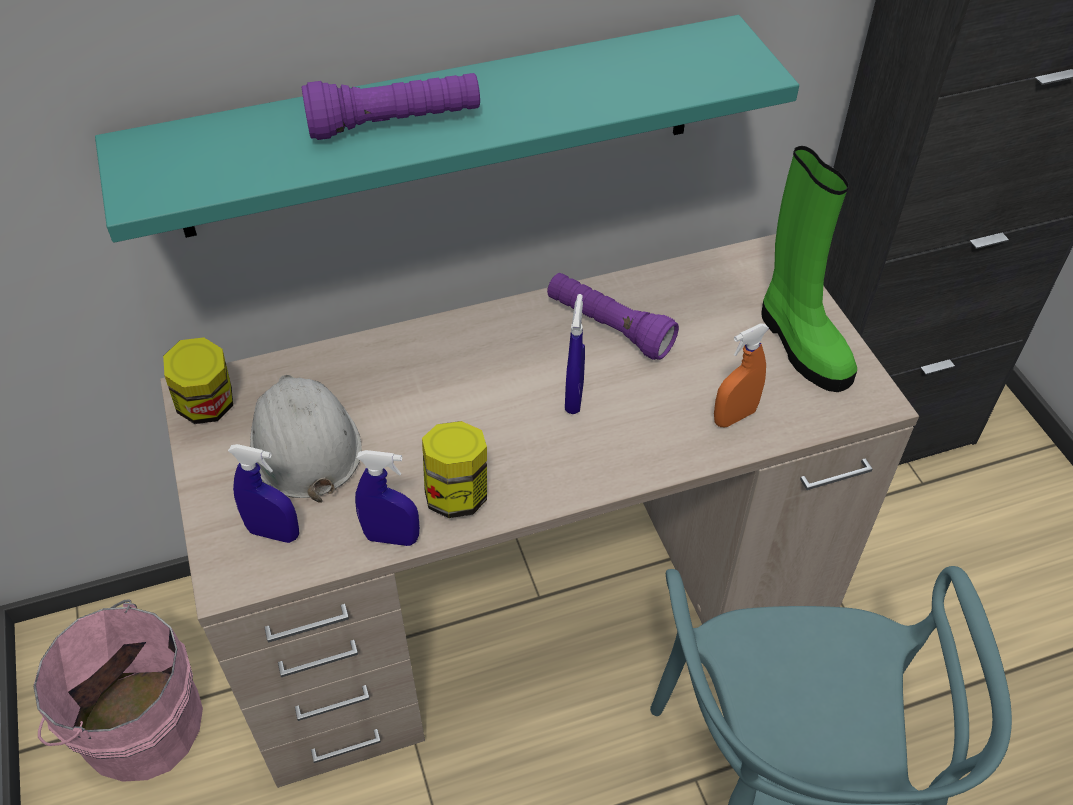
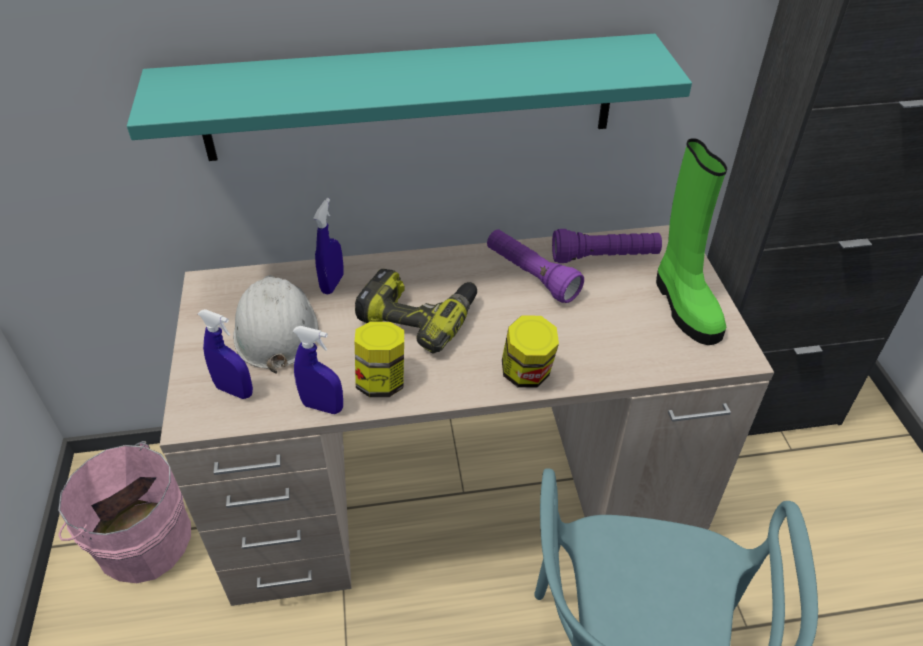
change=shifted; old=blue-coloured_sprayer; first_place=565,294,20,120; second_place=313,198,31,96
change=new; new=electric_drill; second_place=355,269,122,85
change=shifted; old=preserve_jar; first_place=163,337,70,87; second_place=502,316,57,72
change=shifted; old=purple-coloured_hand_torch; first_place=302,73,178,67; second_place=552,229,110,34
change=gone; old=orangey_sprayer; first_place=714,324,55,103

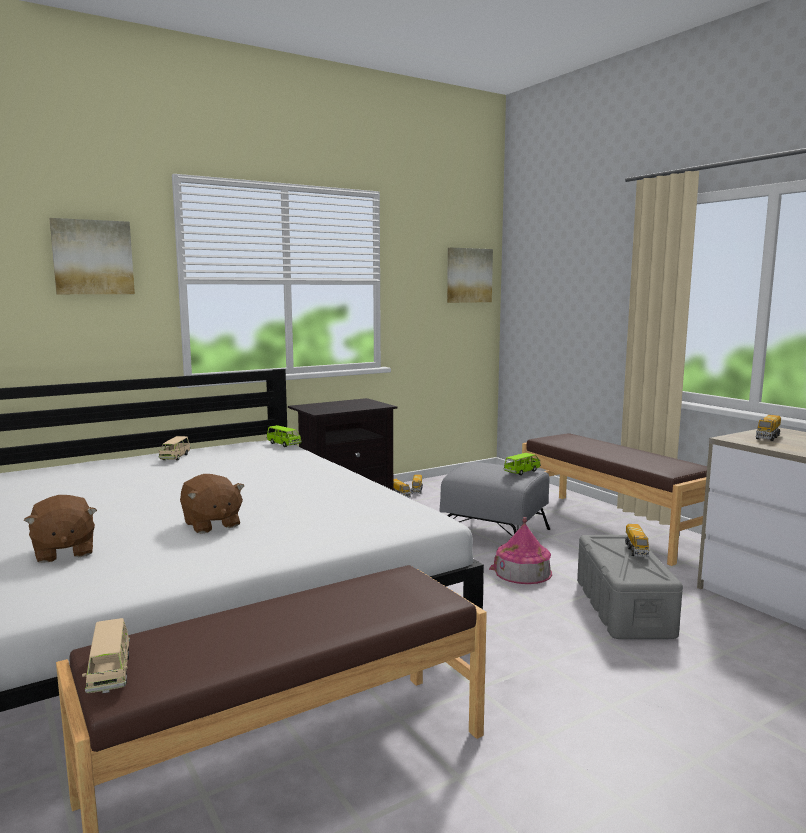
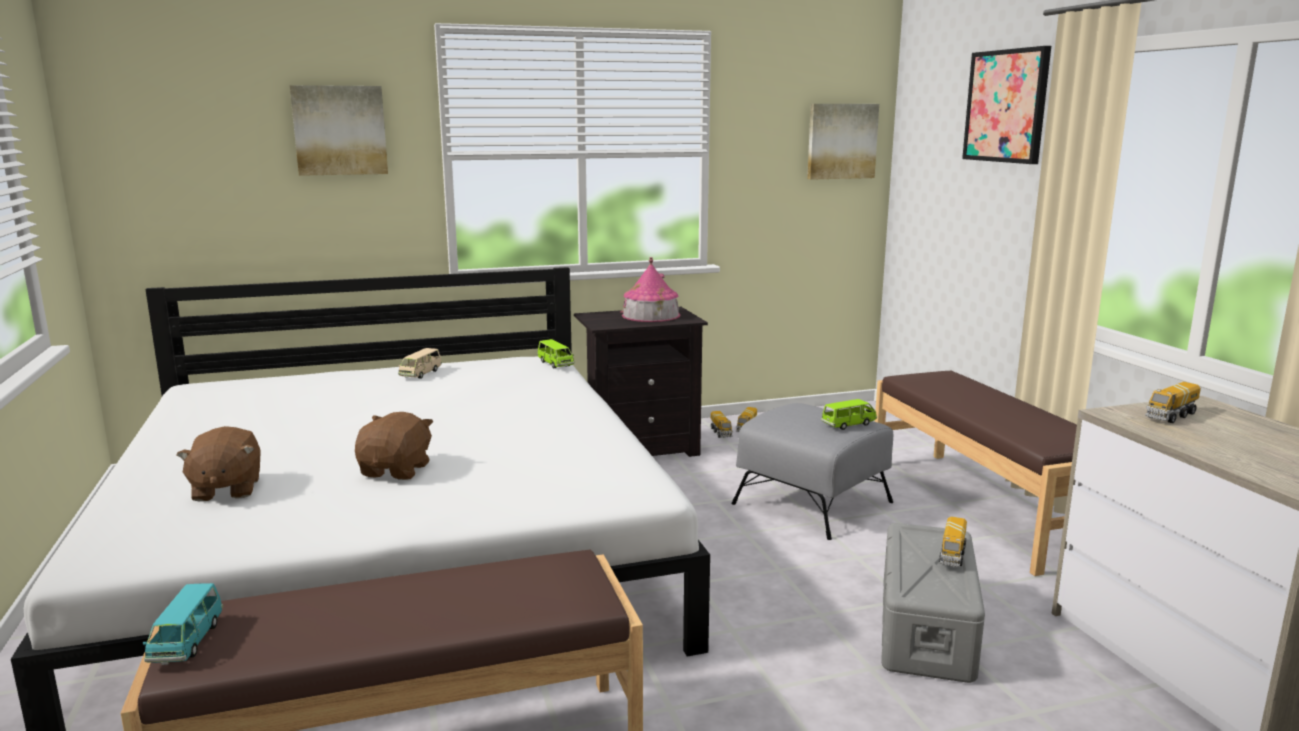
change=repainted; old=sand-coloured_model_car; new=blue-green_model_car; first_place=82,618,48,76; second_place=143,583,80,82
change=rotated; old=brown-coloured_soft_toy; first_place=180,474,64,60; second_place=355,412,78,68; degrees=-150
change=shifted; old=model_house; first_place=489,517,63,67; second_place=620,257,60,65
change=new; new=wall_picture; second_place=962,46,89,118

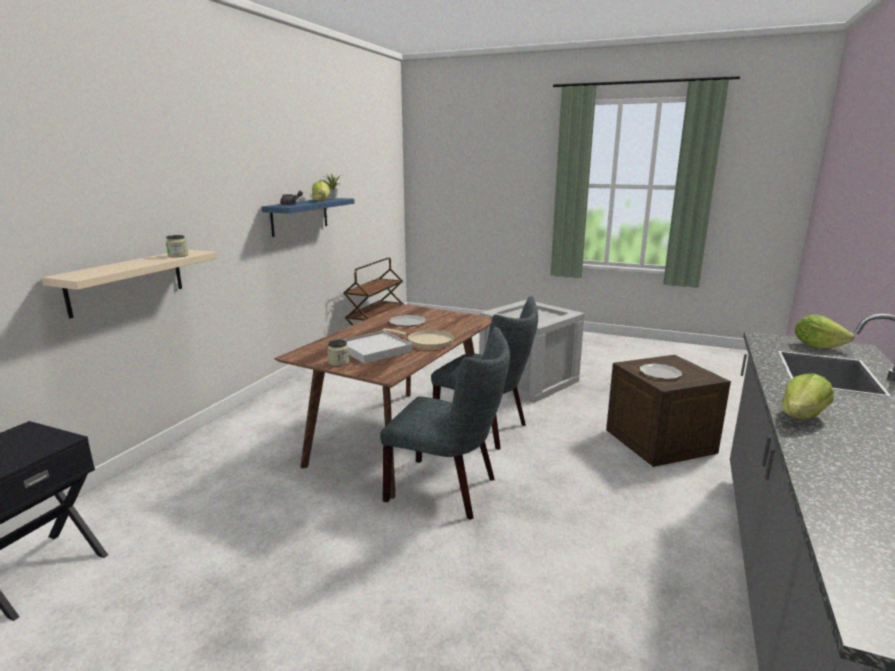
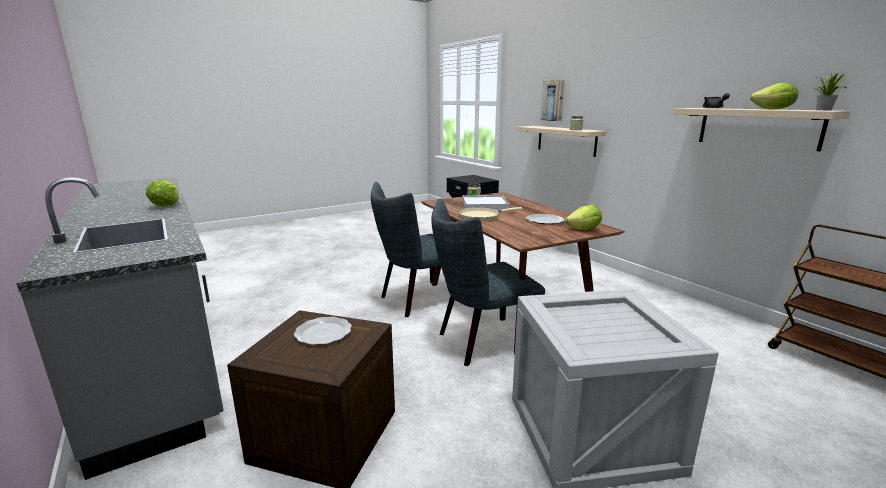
change=new; new=wall_picture; second_place=540,80,25,41
change=shifted; old=lettuce; first_place=795,315,60,34; second_place=565,205,37,25
change=repainted; old=blue-coloured_bracket_shelf; new=sand-coloured_bracket_shelf; first_place=262,198,92,39; second_place=673,108,177,43

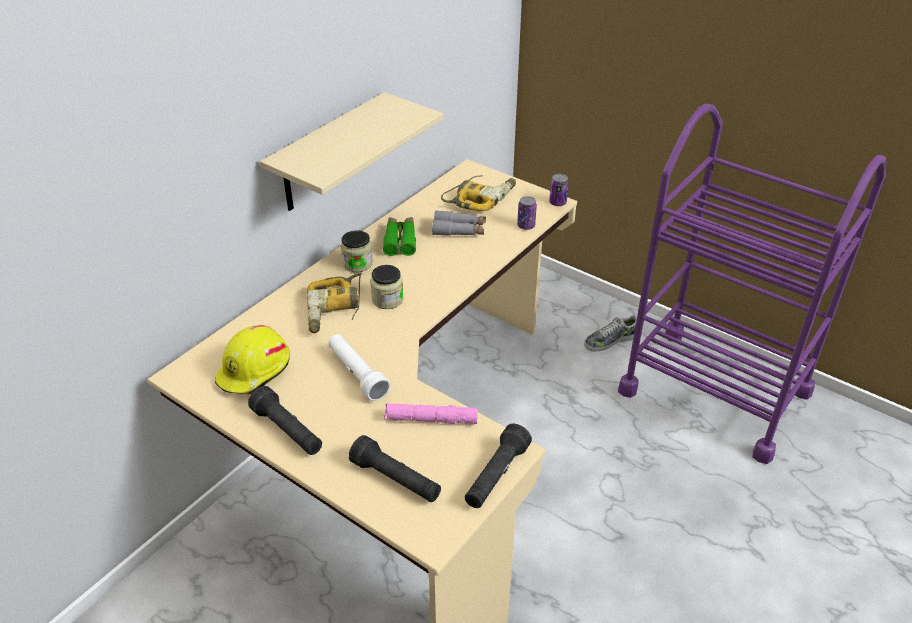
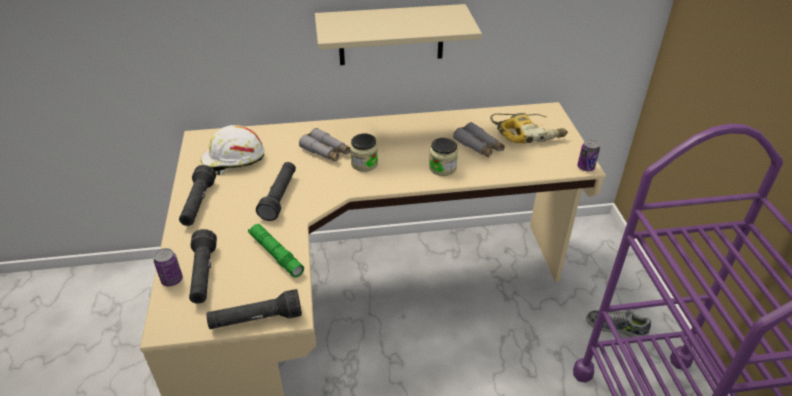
change=shifted; old=metal_can; first_place=517,196,20,34; second_place=154,248,29,38
change=repainted; old=yellowish_hard_hat; new=white-coloured_hard_hat; first_place=215,325,75,69; second_place=200,125,65,50
change=repainted; old=pinkish_hand_torch; new=green_hand_torch; first_place=384,403,94,21; second_place=248,224,56,54
change=repainted; old=white-coloured_hand_torch; new=black-coloured_hand_torch; first_place=328,334,63,67; second_place=256,162,40,59
change=swapped; old=electric_drill; new=greyish_pair_of_binoculars; first_place=307,273,55,60; second_place=299,128,52,34
change=shifted; old=preserve_jar; first_place=341,230,32,42; second_place=429,138,29,38
change=gone; old=green_pair_of_binoculars; first_place=383,217,33,39

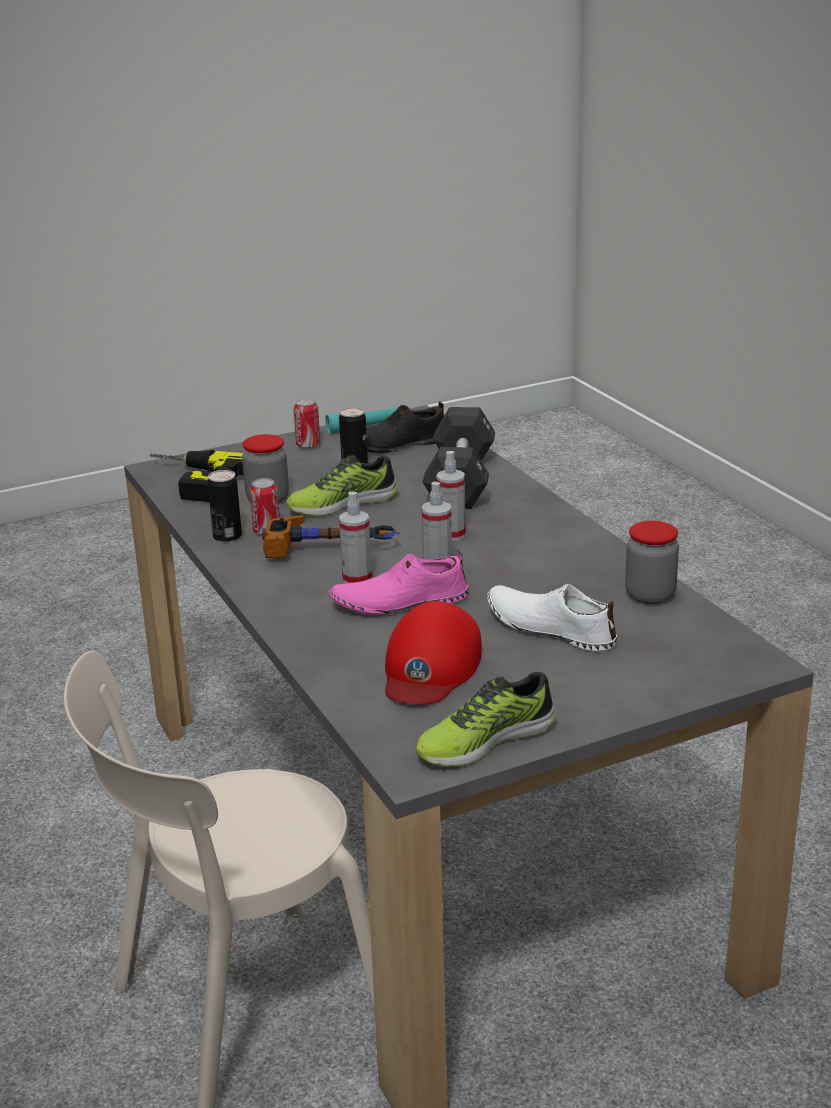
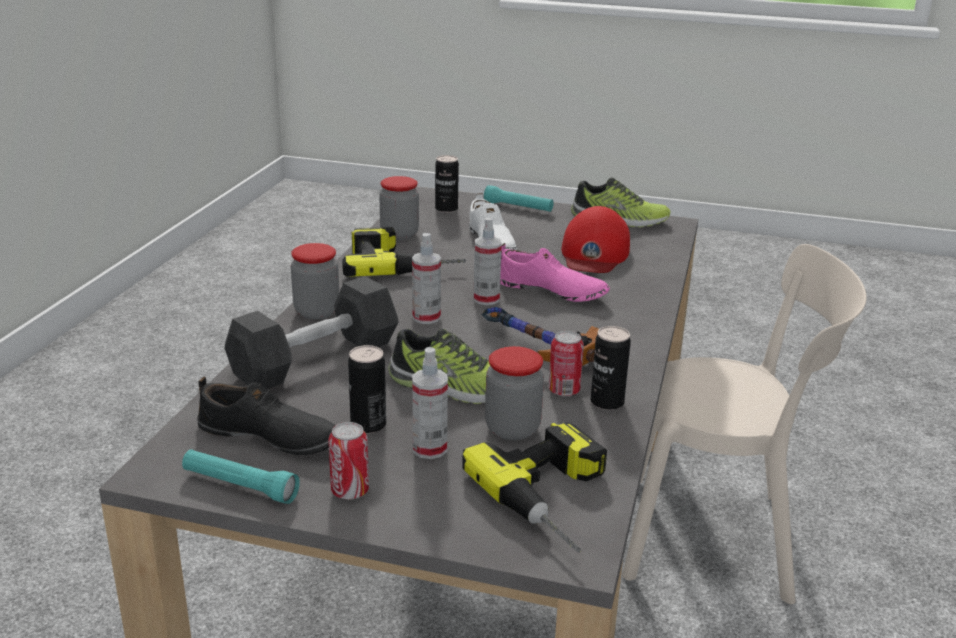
change=new; new=preserve_jar; second_place=291,243,48,76
change=new; new=electric_drill; second_place=342,227,124,50
change=shifted; old=sprayer; first_place=339,492,33,92; second_place=412,347,36,112
change=new; new=metal_can; second_place=435,155,24,58
change=new; new=blue-green_hand_torch; second_place=484,185,70,27
change=rotated; old=red_baseball_cap; first_place=385,601,97,104; second_place=561,206,69,67; degrees=135

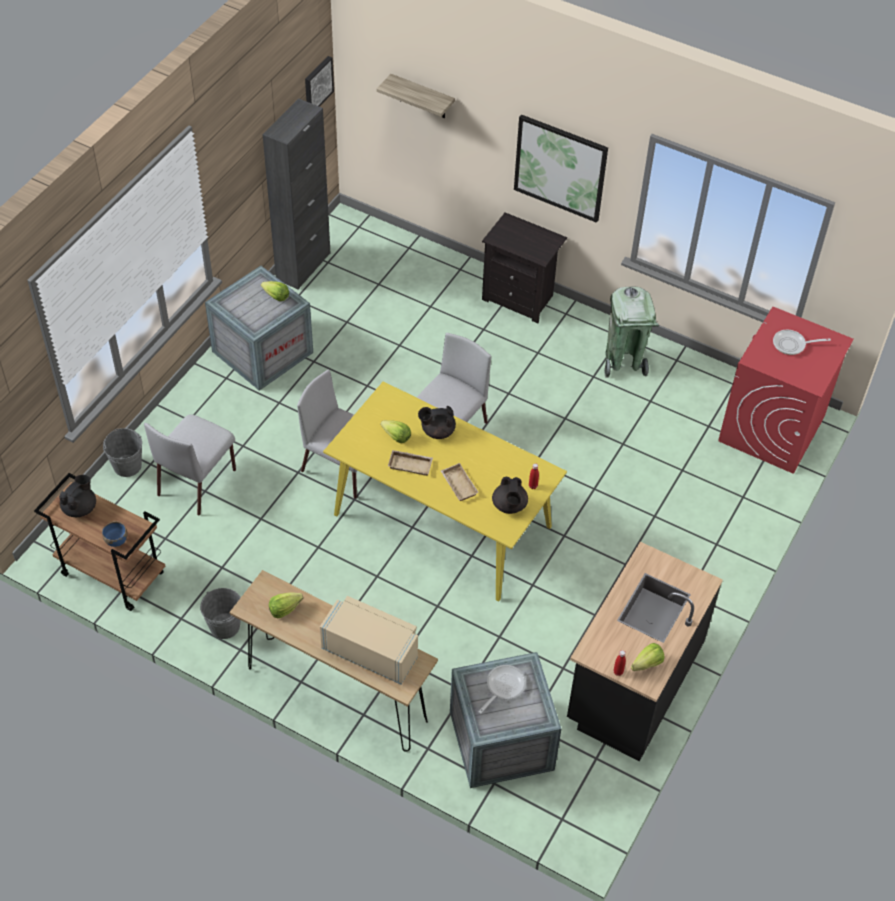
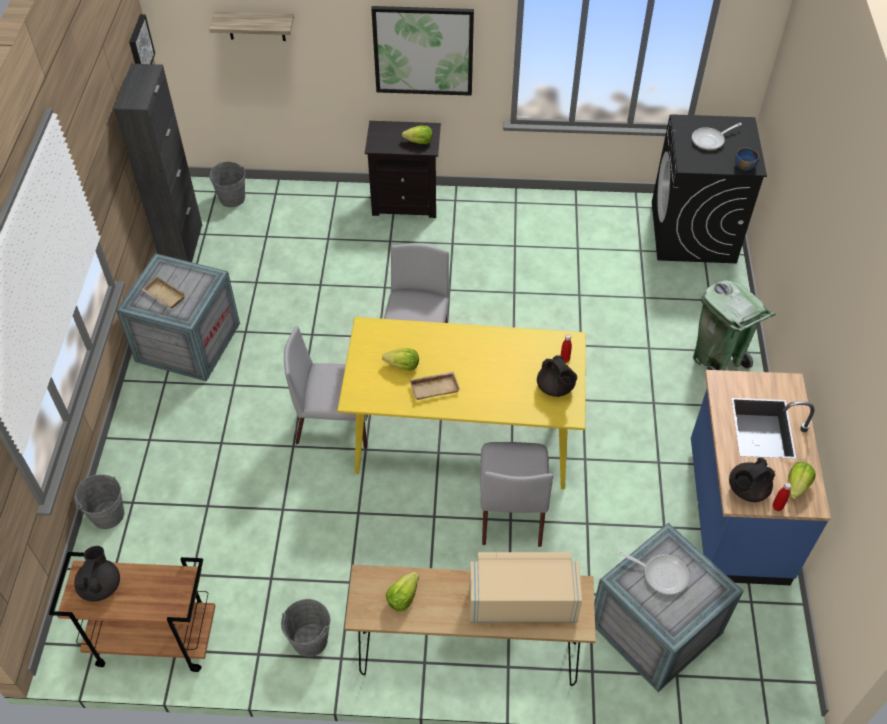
change=shifted; old=sand-coloured_carrying_tray; first_place=441,463,37,38; second_place=142,276,44,32
change=new; new=greyish_bucket; second_place=209,162,36,45
change=shifted; old=lettuce; first_place=261,281,28,20; second_place=402,126,30,18
change=shifted; old=greyish_chair; first_place=144,414,92,101; second_place=480,442,73,105
change=rotated; old=skillet; first_place=478,665,48,49; second_place=617,551,72,43; degrees=105
change=repainted; old=red_laundry_appliance; new=black-coloured_laundry_appliance; first_place=718,307,136,167; second_place=652,114,115,149
change=repainted; old=black-coloured_kitchen_counter; new=blue-coloured_kitchen_counter; first_place=567,542,156,219; second_place=691,370,140,215
change=shifted; old=green_rubbish_bin; first_place=604,287,55,91; second_place=693,280,83,97
change=shifted; old=black-coloured_pot_for_tea; first_place=418,406,38,33; second_place=729,458,46,44
change=shifted; old=blue-coloured_serving_bowl; first_place=102,521,26,26; second_place=735,147,24,24

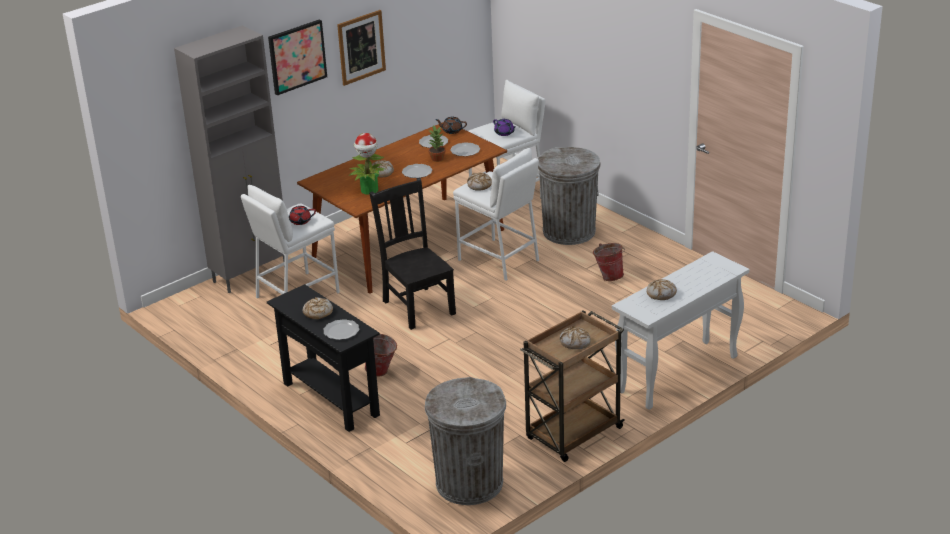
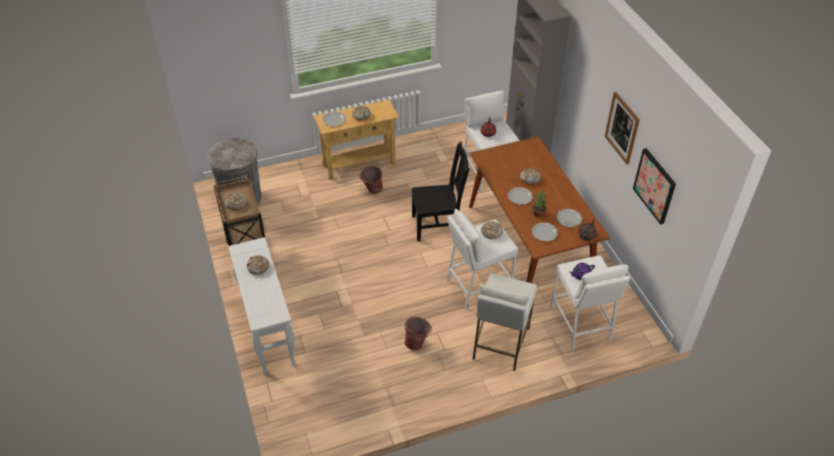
change=repainted; old=black-coloured_narrow_table; new=sand-coloured_narrow_table; first_place=267,284,113,148; second_place=314,99,85,81
change=swapped; old=greyish_rubbish_bin; new=white-coloured_stool_seat; first_place=538,147,63,98; second_place=473,273,64,98
change=shifted; old=wall_picture; first_place=268,19,59,76; second_place=633,148,43,77
change=gone; old=plant_in_a_pot; first_place=349,133,36,62

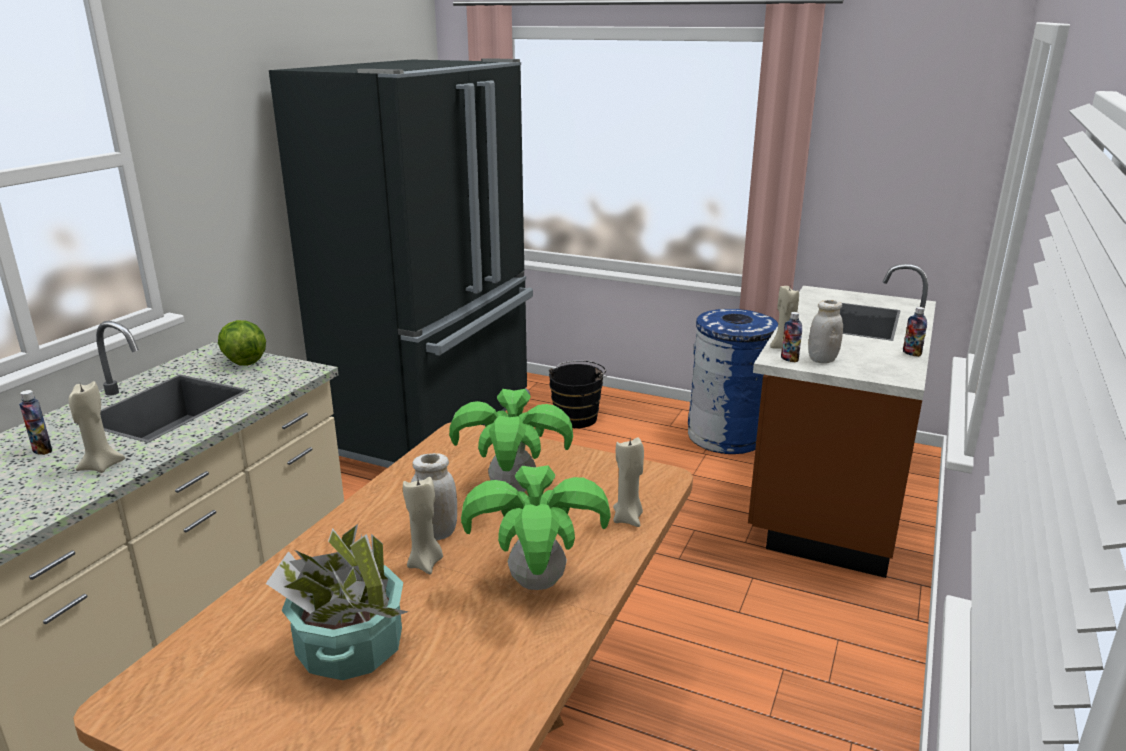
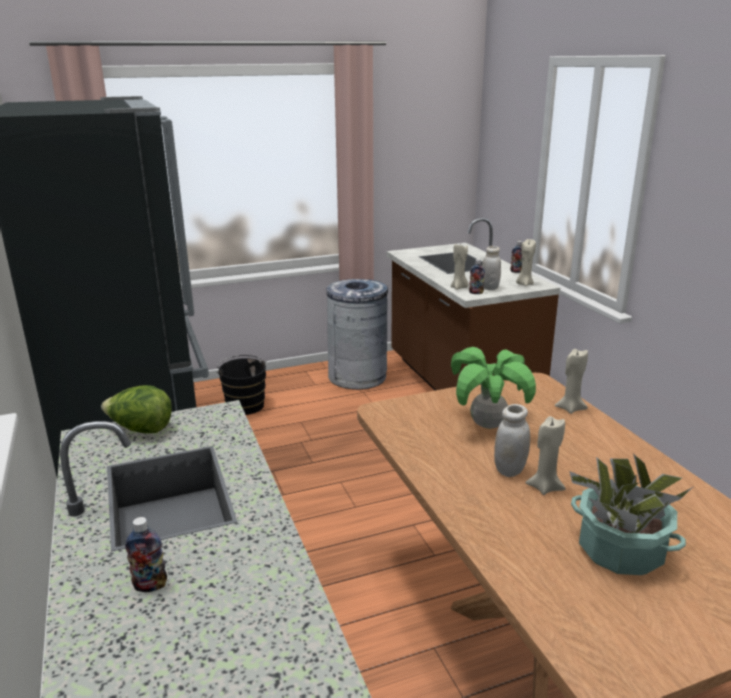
change=repainted; old=blue-coloured_rubbish_bin; new=greyish_rubbish_bin; first_place=688,309,90,145; second_place=326,279,62,111
change=shifted; old=sand-coloured_candle; first_place=69,381,56,92; second_place=516,239,20,47
change=gone; old=plant_in_a_pot; first_place=461,465,150,125

